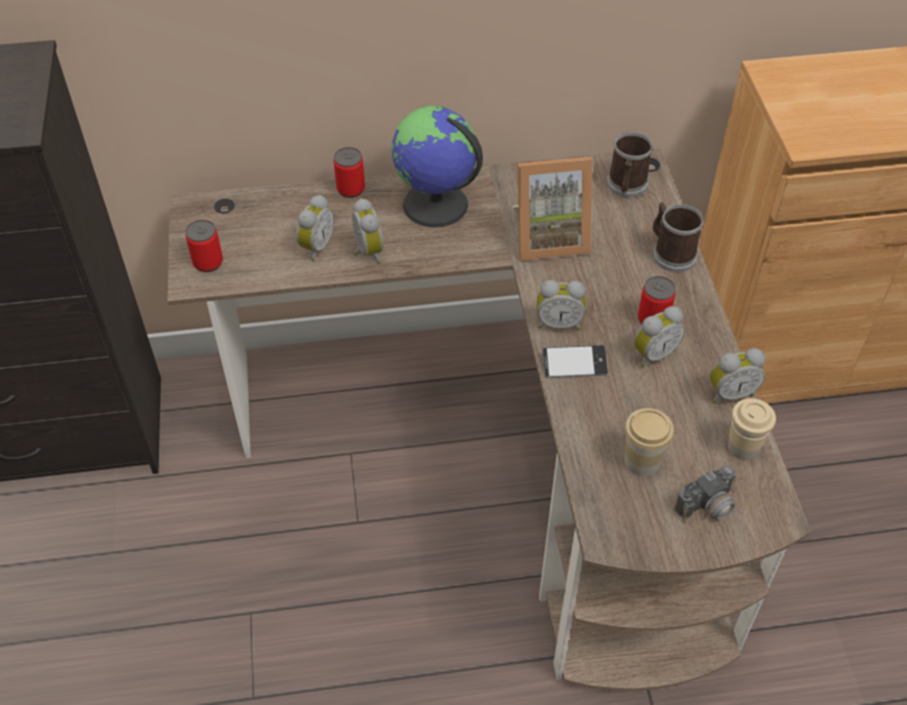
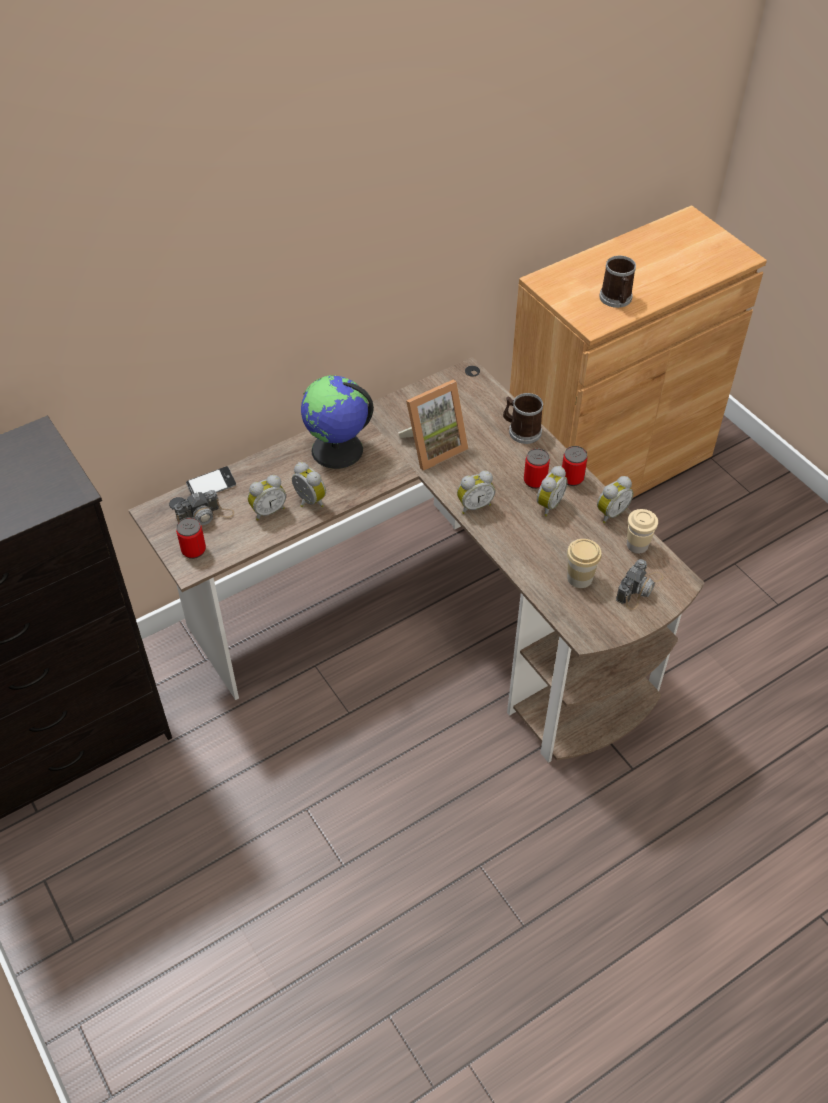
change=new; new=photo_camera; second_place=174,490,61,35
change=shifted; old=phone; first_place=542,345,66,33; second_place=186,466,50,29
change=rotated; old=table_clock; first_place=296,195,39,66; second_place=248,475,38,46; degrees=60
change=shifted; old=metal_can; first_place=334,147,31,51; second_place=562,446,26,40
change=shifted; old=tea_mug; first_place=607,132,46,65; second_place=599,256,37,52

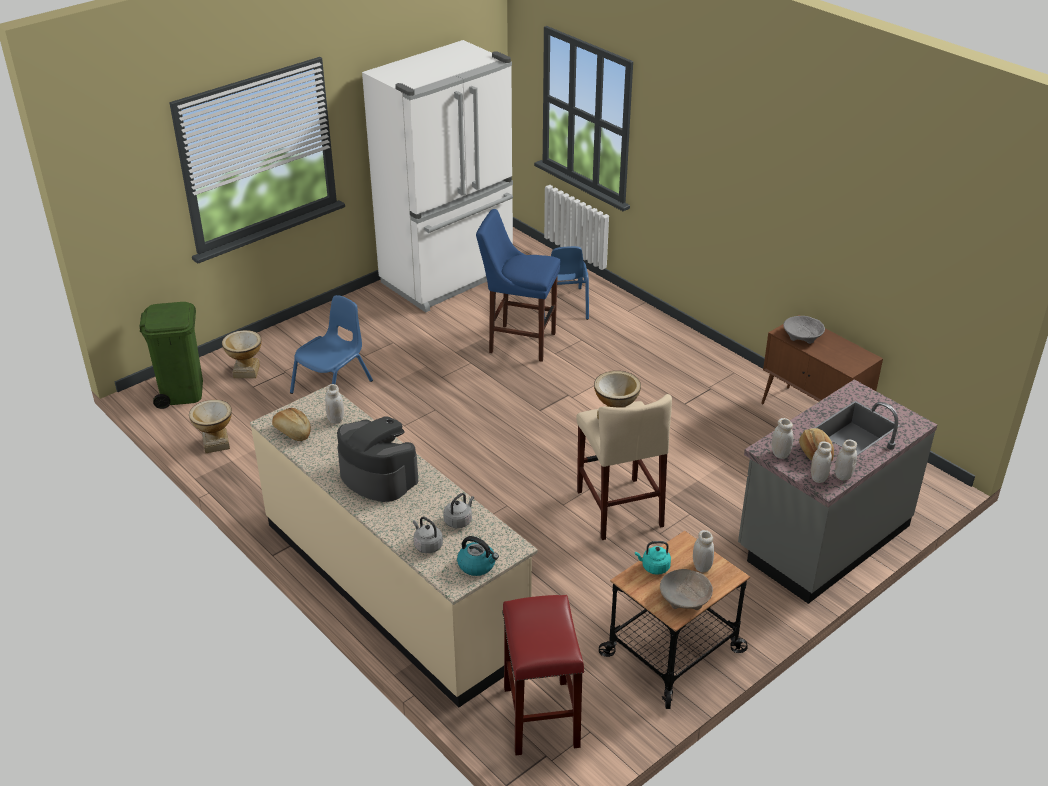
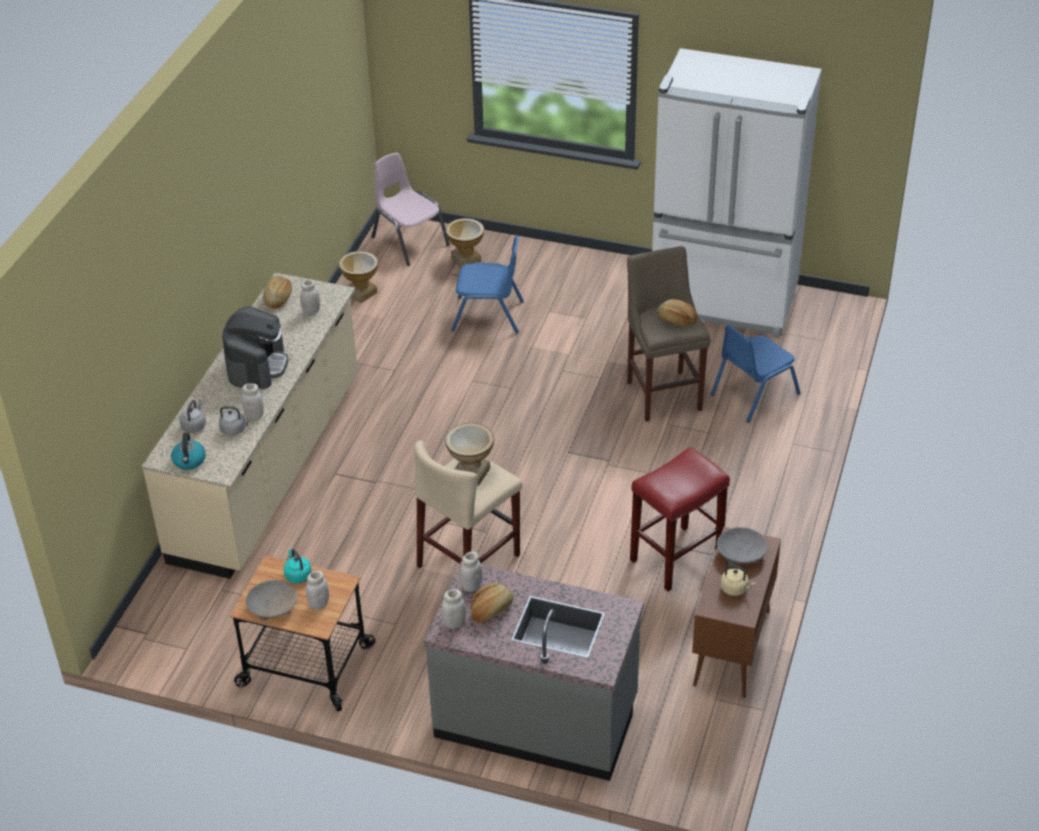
change=shifted; old=white-coloured_preserve_jar; first_place=835,440,22,41; second_place=242,383,22,37
change=swapped; old=green_rubbish_bin; new=pinkish_chair; first_place=139,302,64,107; second_place=372,153,78,113
change=repainted; old=blue-coloured_stool_seat; new=sand-coloured_stool_seat; first_place=476,209,85,153; second_place=627,246,83,176
change=shifted; old=red_stool_seat; first_place=502,595,82,160; second_place=630,447,100,145
change=new; new=bread; second_place=657,299,40,27
change=new; new=sand-coloured_tea_kettle; second_place=721,565,35,31

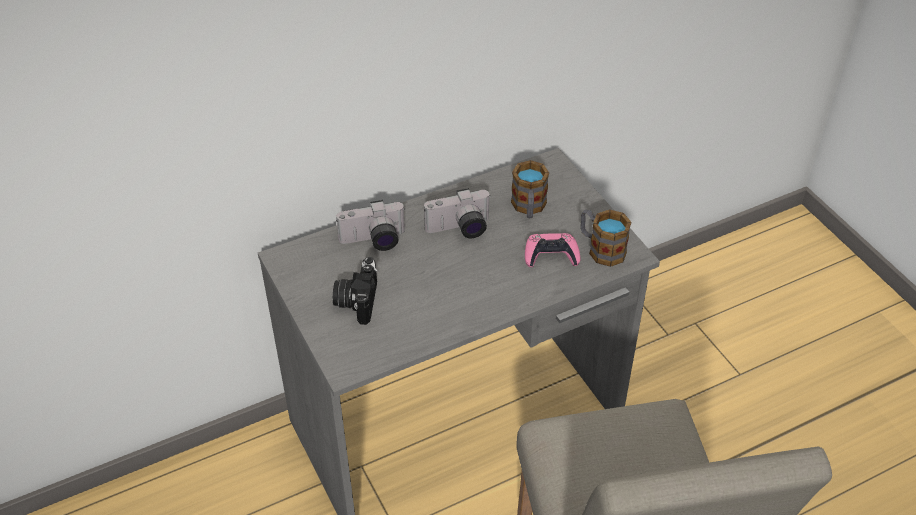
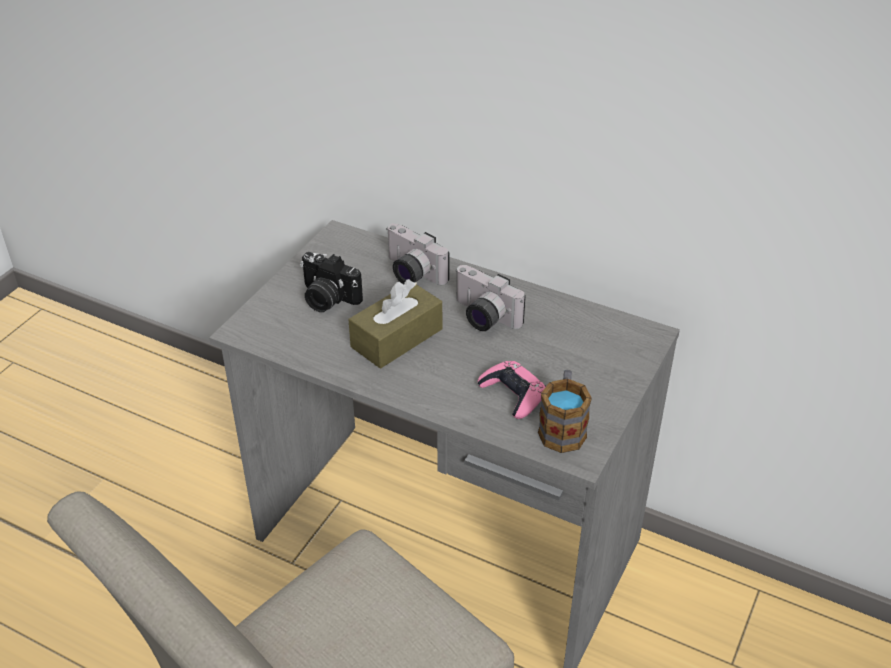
change=rotated; old=photo_camera; first_place=333,257,44,68; second_place=300,252,63,60; degrees=-120
change=new; new=brown-coloured_tissue_box; second_place=349,279,93,90
change=gone; old=tea_mug; first_place=511,160,38,58

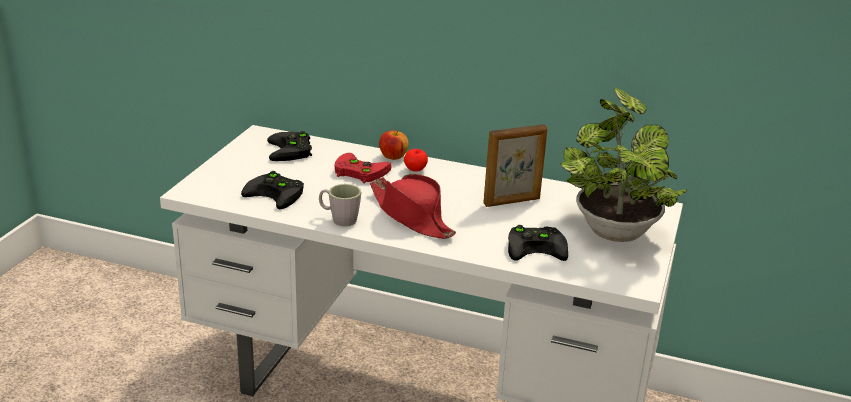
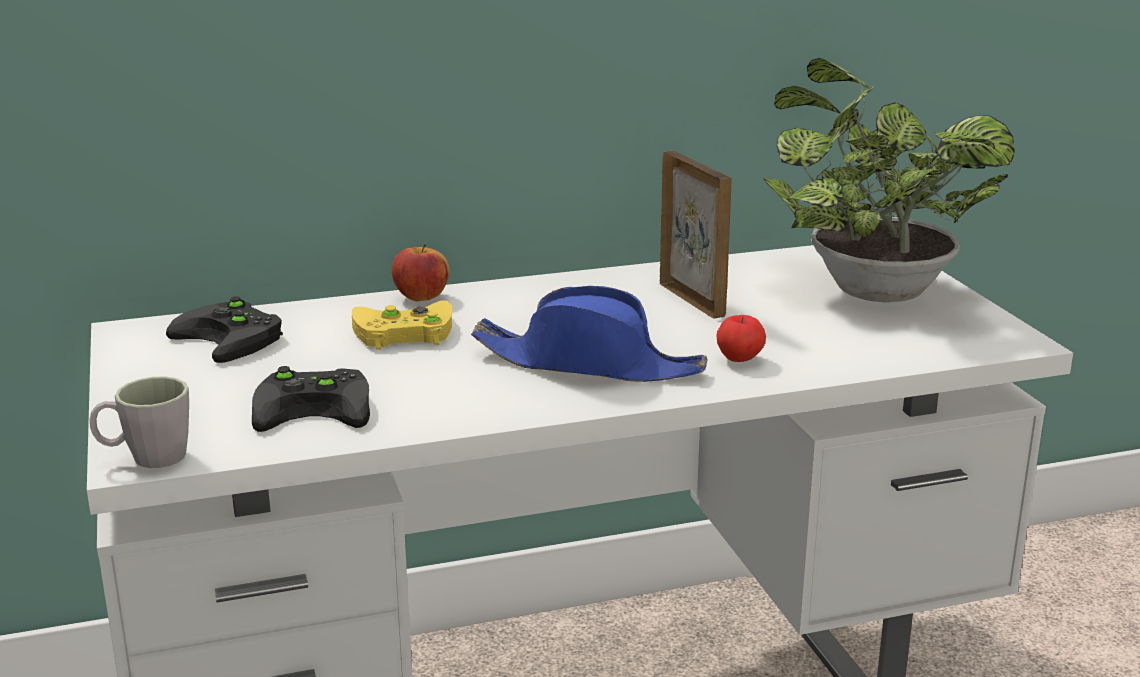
change=shifted; old=greyish_tea_mug; first_place=319,184,42,42; second_place=90,376,99,92
change=repainted; old=red_joypad; new=yellowish_joypad; first_place=334,153,58,31; second_place=352,301,101,49
change=repainted; old=red_clothing_hat; new=blue-coloured_clothing_hat; first_place=370,174,86,65; second_place=471,286,237,96
change=rotated; old=photo_frame; first_place=483,124,65,83; second_place=659,150,73,169; degrees=-60
change=shifted; old=whole_apple; first_place=404,149,24,23; second_place=716,315,50,47
change=gone; old=black-coloured_joypad; first_place=508,225,60,36

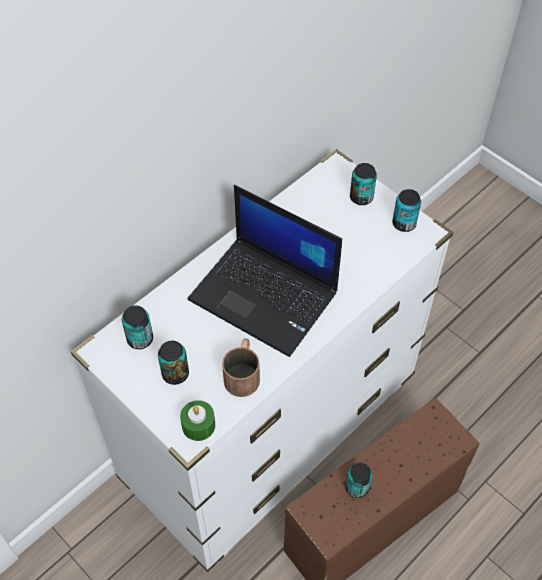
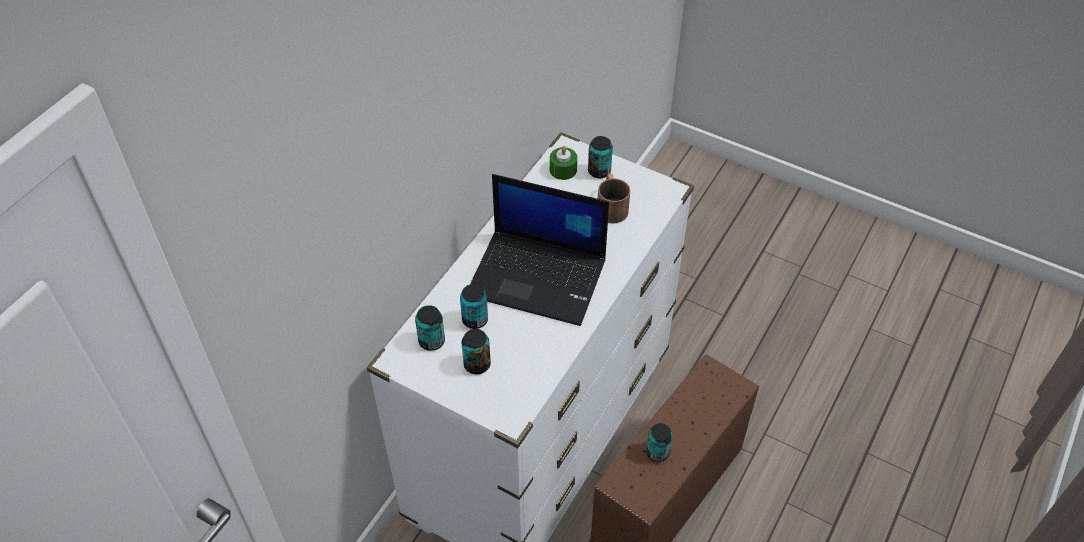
change=shifted; old=metal_can; first_place=392,189,29,43; second_place=460,284,28,45
change=shifted; old=green_candle; first_place=180,400,35,41; second_place=550,146,27,34
change=shifted; old=brown-coloured_tea_mug; first_place=222,338,38,59; second_place=598,173,32,51

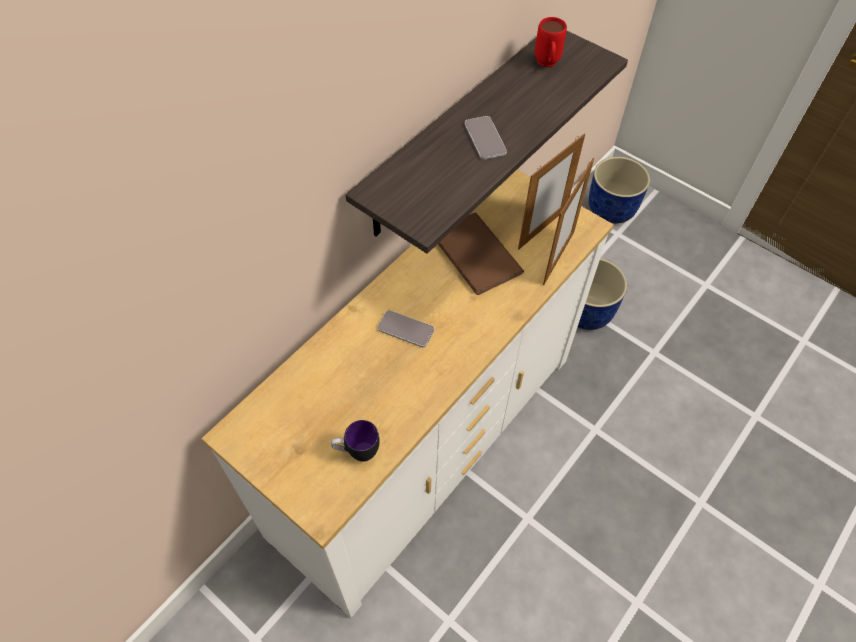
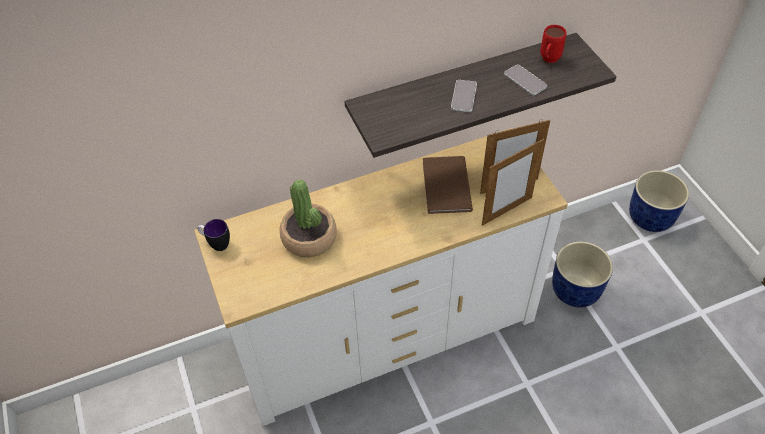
change=shifted; old=tea_mug; first_place=331,420,49,41; second_place=197,219,33,32
change=new; new=plant_in_a_pot; second_place=280,179,57,78
change=shifted; old=phone; first_place=377,310,57,37; second_place=504,65,43,30

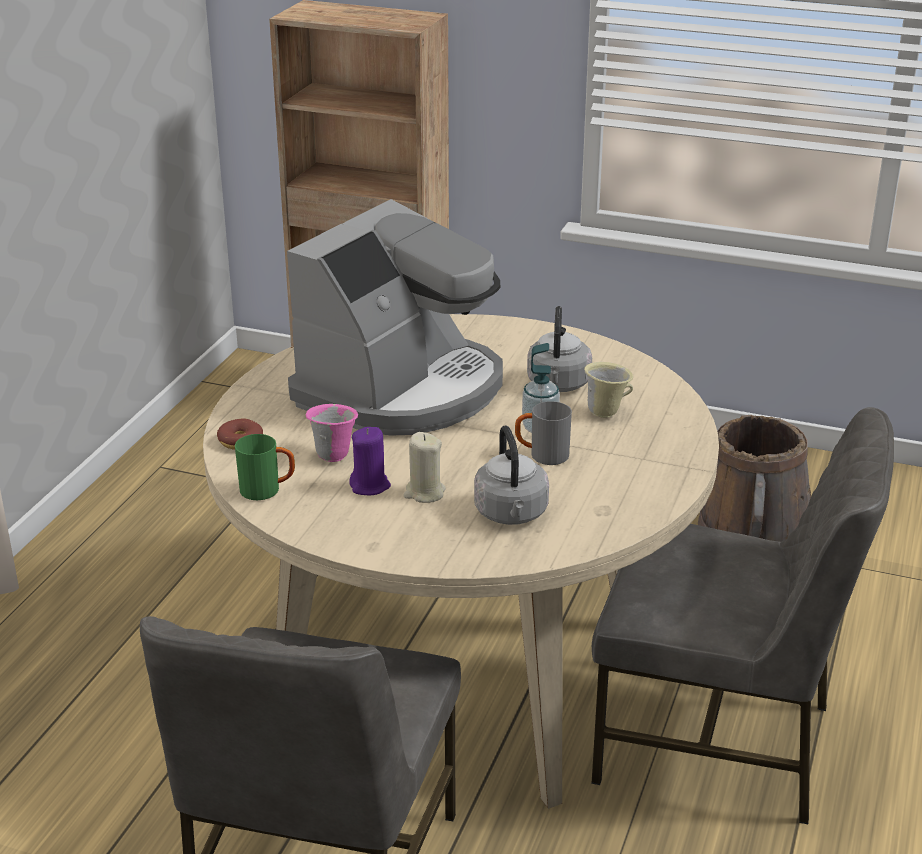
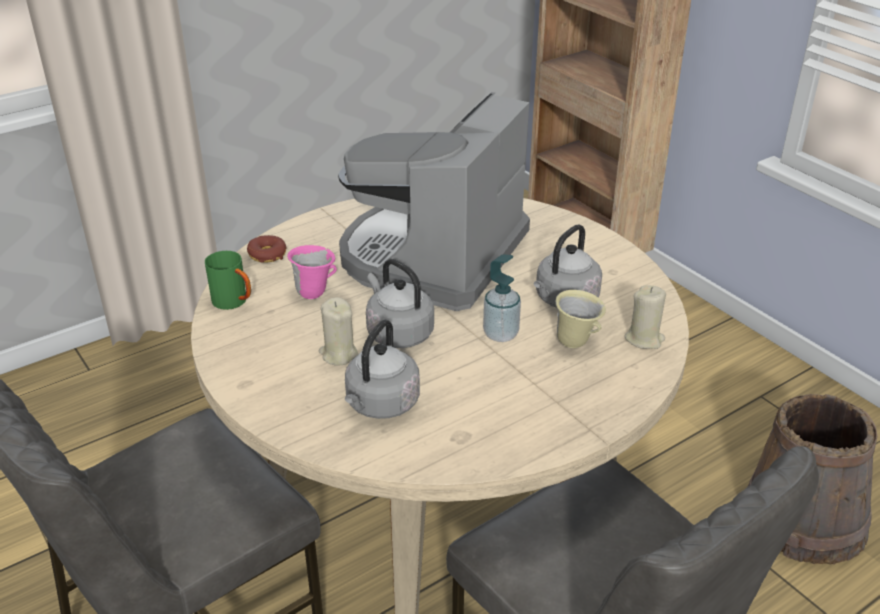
change=rotated; old=coffee_maker; first_place=287,199,216,237; second_place=338,92,192,219; degrees=135
change=new; new=greyish_tea_kettle; second_place=366,259,68,89
change=new; new=sand-coloured_candle; second_place=624,286,42,63
change=gone; old=purple-coloured_candle; first_place=349,427,42,68
change=gone; old=greyish_tea_mug; first_place=515,401,57,64

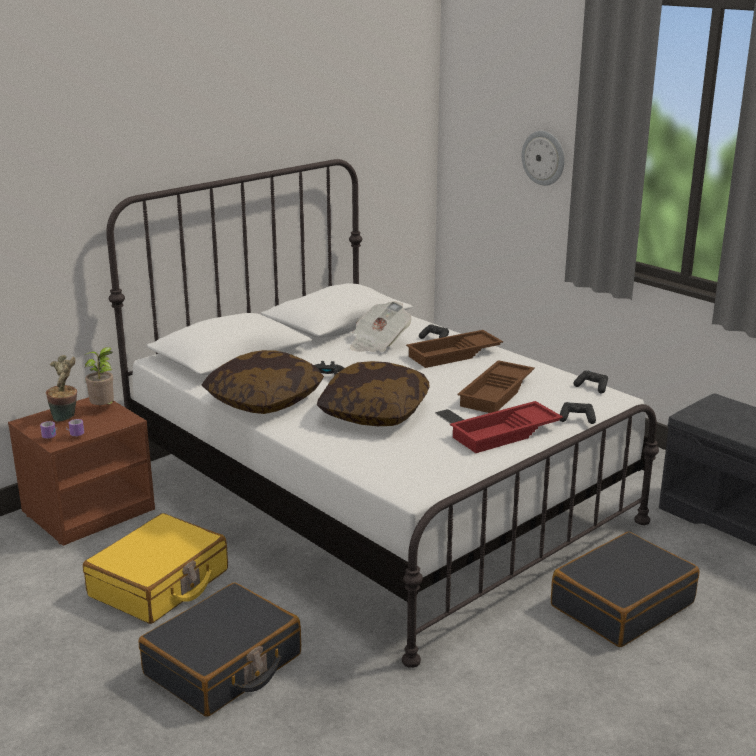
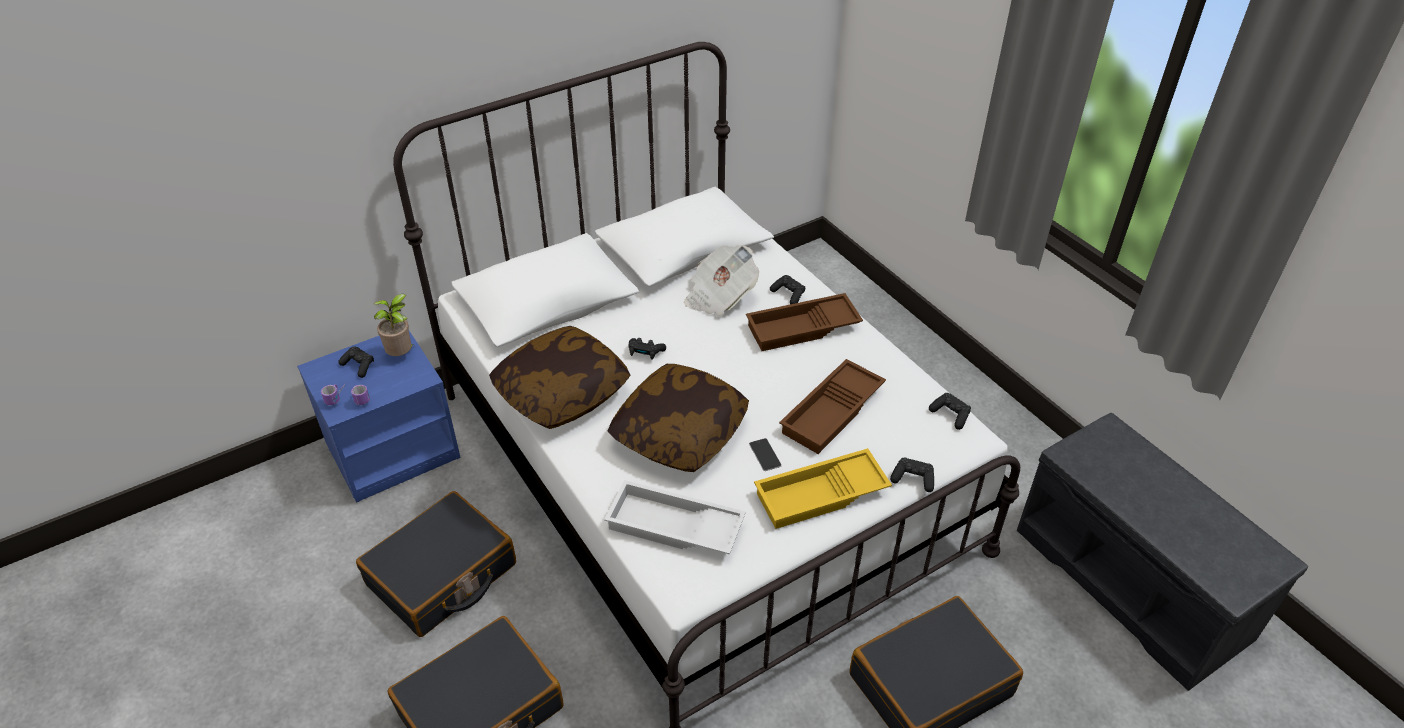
change=repainted; old=brown-coloured_nightstand; new=blue-coloured_nightstand; first_place=8,397,147,149; second_place=297,331,164,172
change=swapped; old=plant_in_a_pot; new=black-coloured_joypad; first_place=46,355,31,67; second_place=338,347,36,31
change=repainted; old=yellowish_piece_of_luggage; new=black-coloured_piece_of_luggage; first_place=83,513,145,111; second_place=356,491,160,146
change=new; new=white-coloured_carrying_tray; second_place=604,480,142,74
change=repainted; old=red_carrying_tray; new=yellowish_carrying_tray; first_place=450,401,113,52; second_place=754,448,138,81
change=gone; old=hanging_clock; first_place=521,131,44,55

